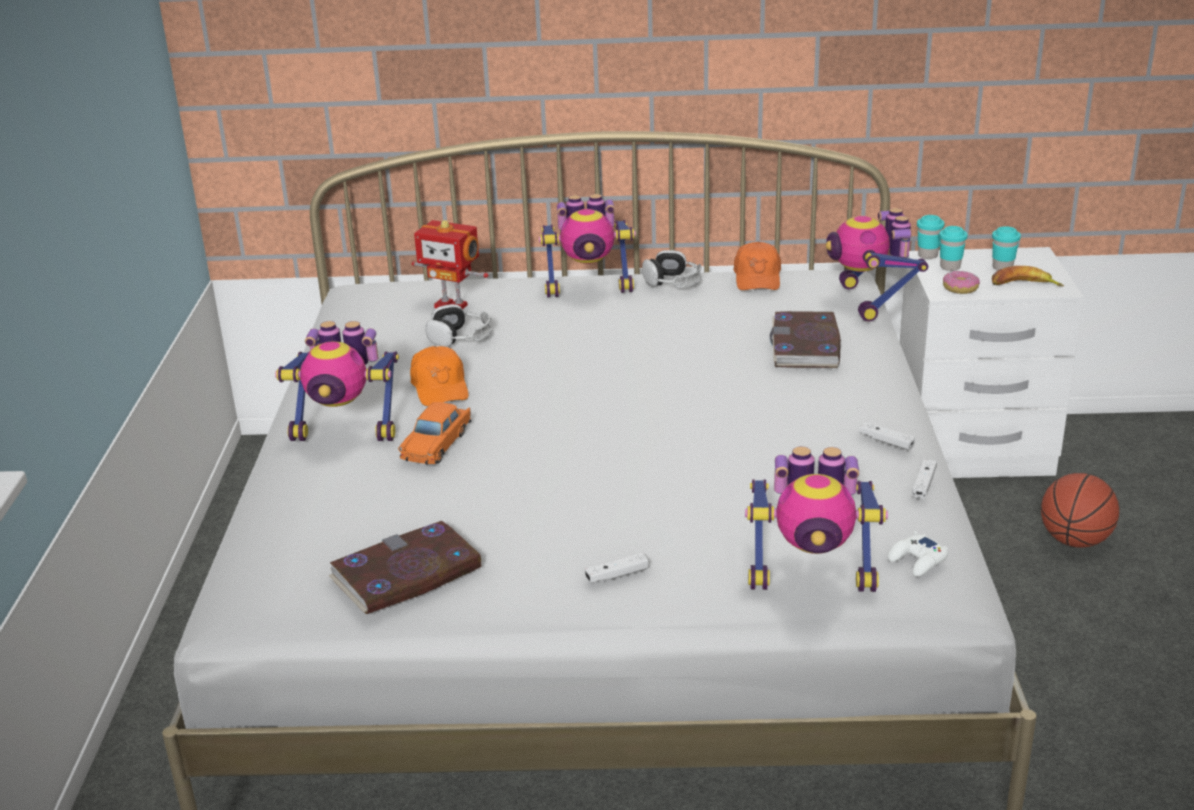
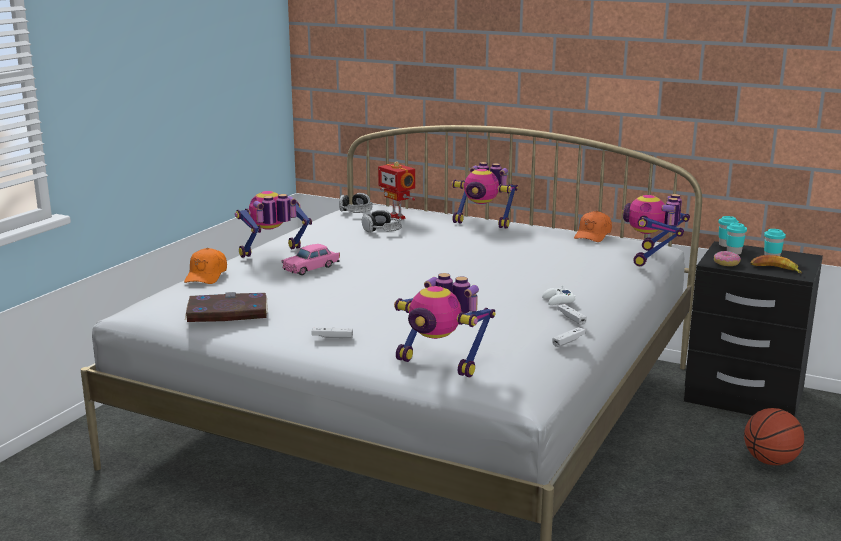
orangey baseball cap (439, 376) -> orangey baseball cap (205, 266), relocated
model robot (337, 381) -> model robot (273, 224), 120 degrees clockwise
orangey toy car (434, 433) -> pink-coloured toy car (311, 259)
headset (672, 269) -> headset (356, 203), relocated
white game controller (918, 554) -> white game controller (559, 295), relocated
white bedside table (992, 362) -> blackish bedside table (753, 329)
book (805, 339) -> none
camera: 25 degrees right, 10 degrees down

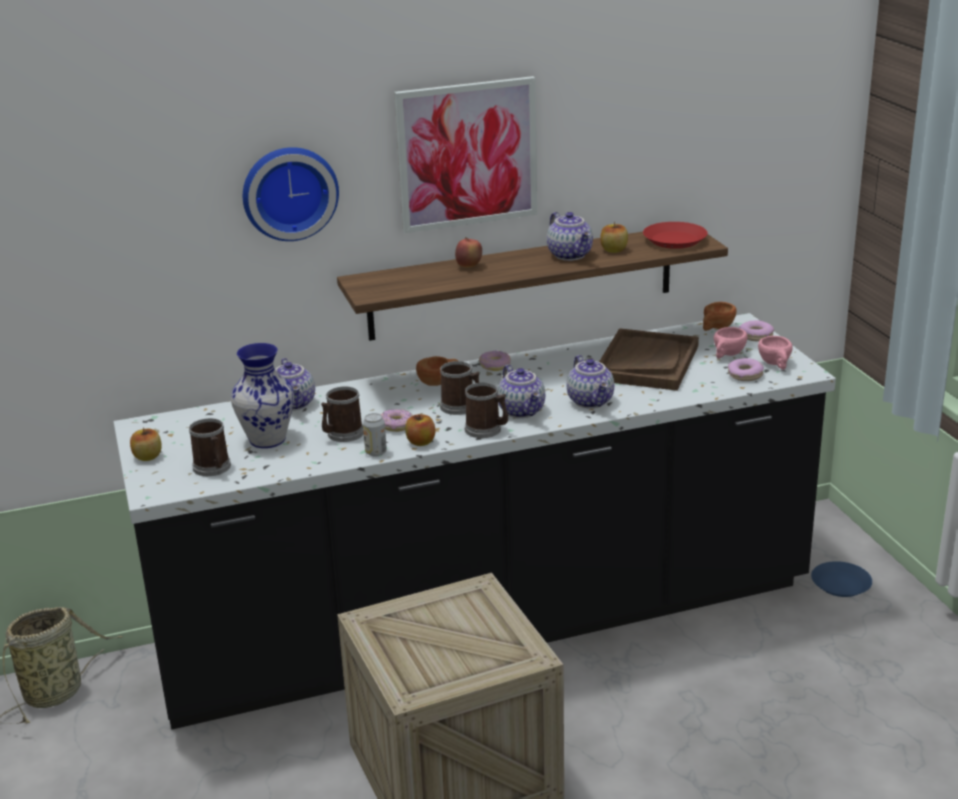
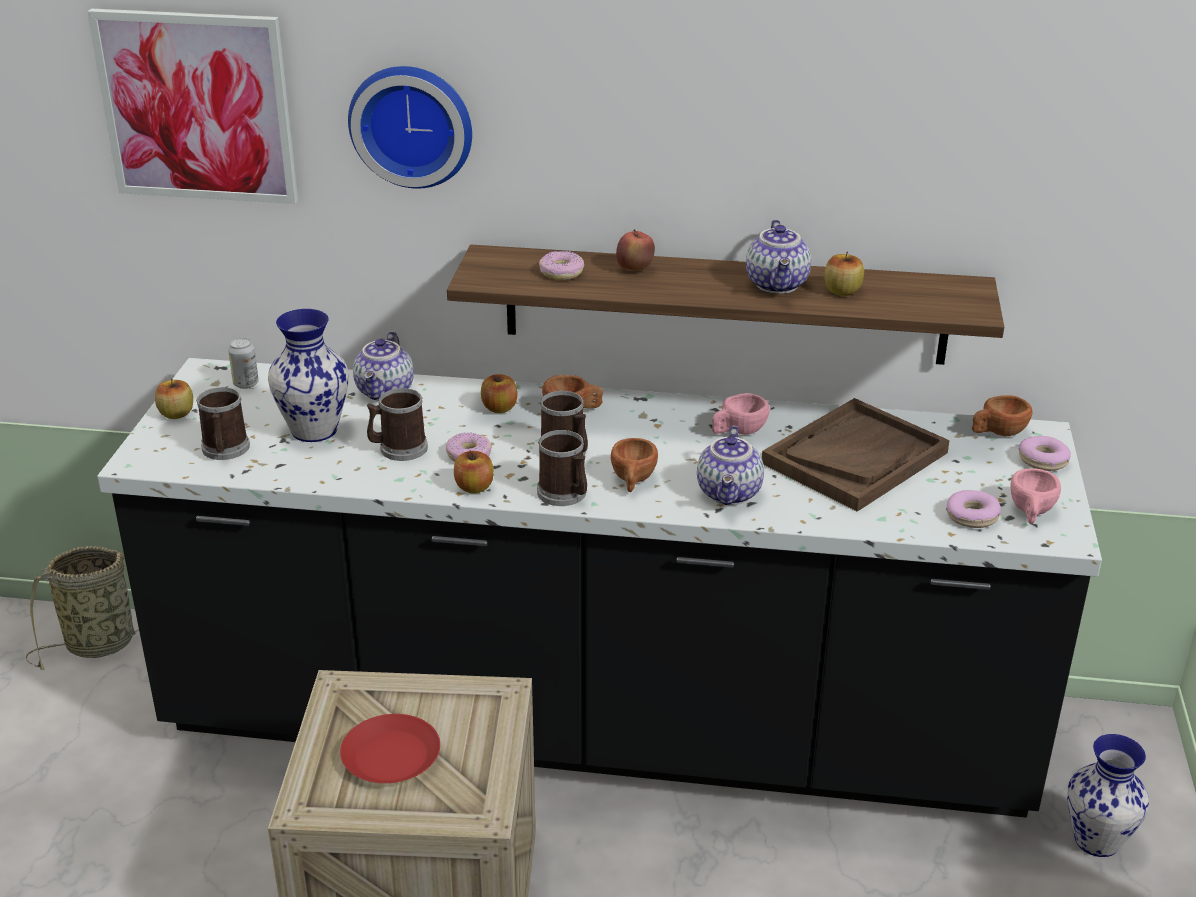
wall picture (465, 154) -> wall picture (192, 106), relocated
sealed can (375, 434) -> sealed can (243, 363), relocated
red-coloured dinner plate (675, 235) -> red-coloured dinner plate (390, 748), relocated
none -> apple fruit (499, 393)
donut (495, 360) -> donut (561, 265), relocated
tea pot (521, 391) -> brown-coloured drinking cup (634, 465)
pink-coloured drinking cup (731, 343) -> pink-coloured drinking cup (741, 414), relocated
blue dinner plate (841, 579) -> flower vase (1108, 795)
camera: 25 degrees right, 5 degrees up

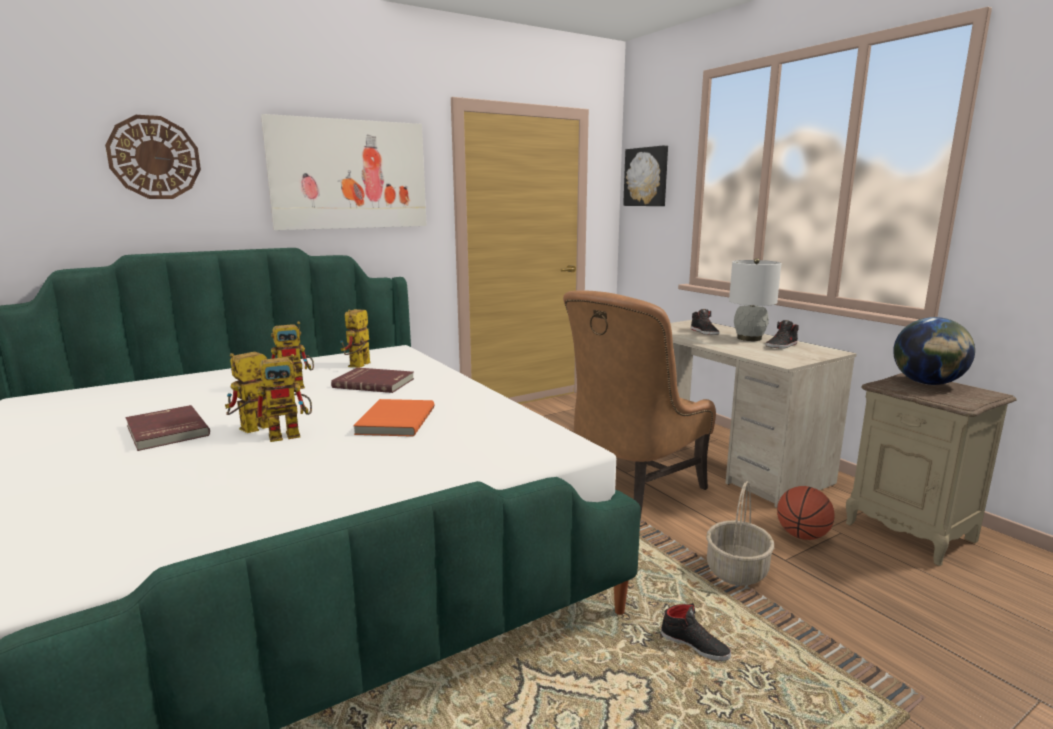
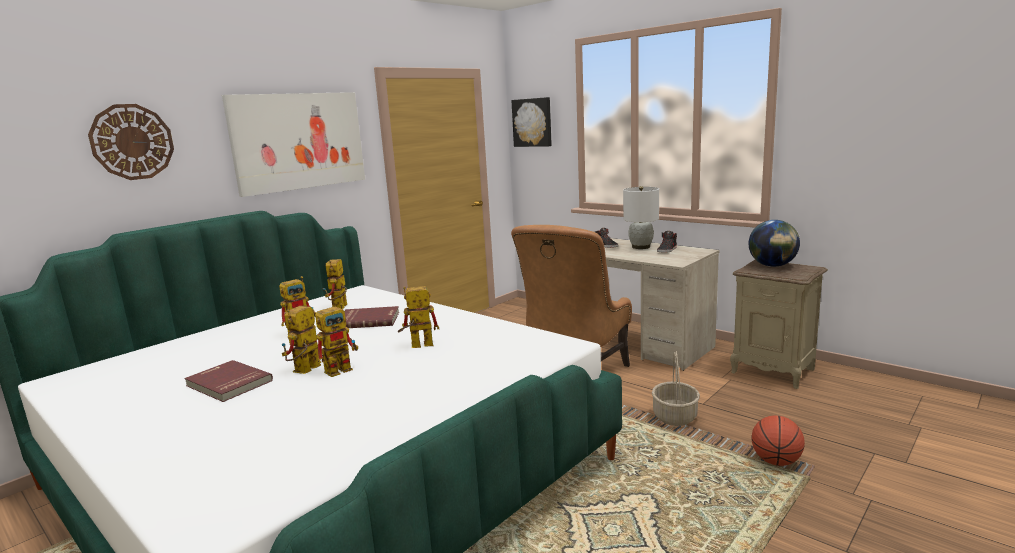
orangey book (393, 418) -> model robot (418, 317)
basketball (806, 513) -> basketball (778, 441), relocated
blackish low shoe (696, 632) -> none
camera: 15 degrees left, 0 degrees up

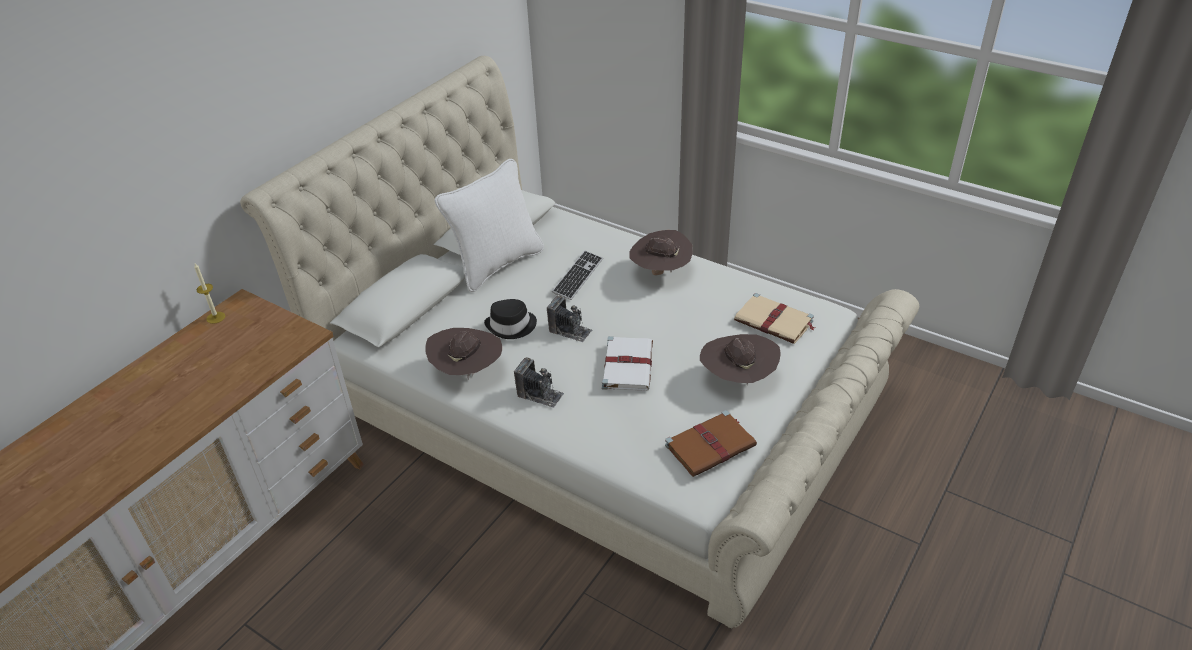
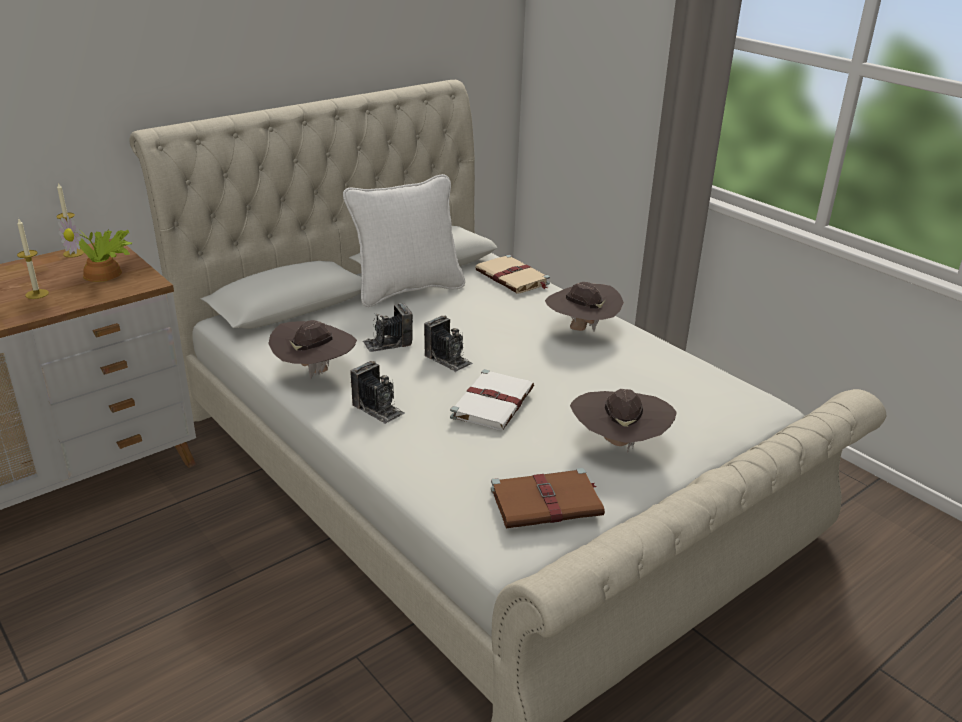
none -> candle (33, 259)
none -> plant in a pot (95, 248)
blackish hat (510, 319) -> still camera (388, 327)
beige-coloured book (774, 318) -> beige-coloured book (512, 274), relocated
computer keyboard (577, 275) -> none
camera: 15 degrees right, 10 degrees down

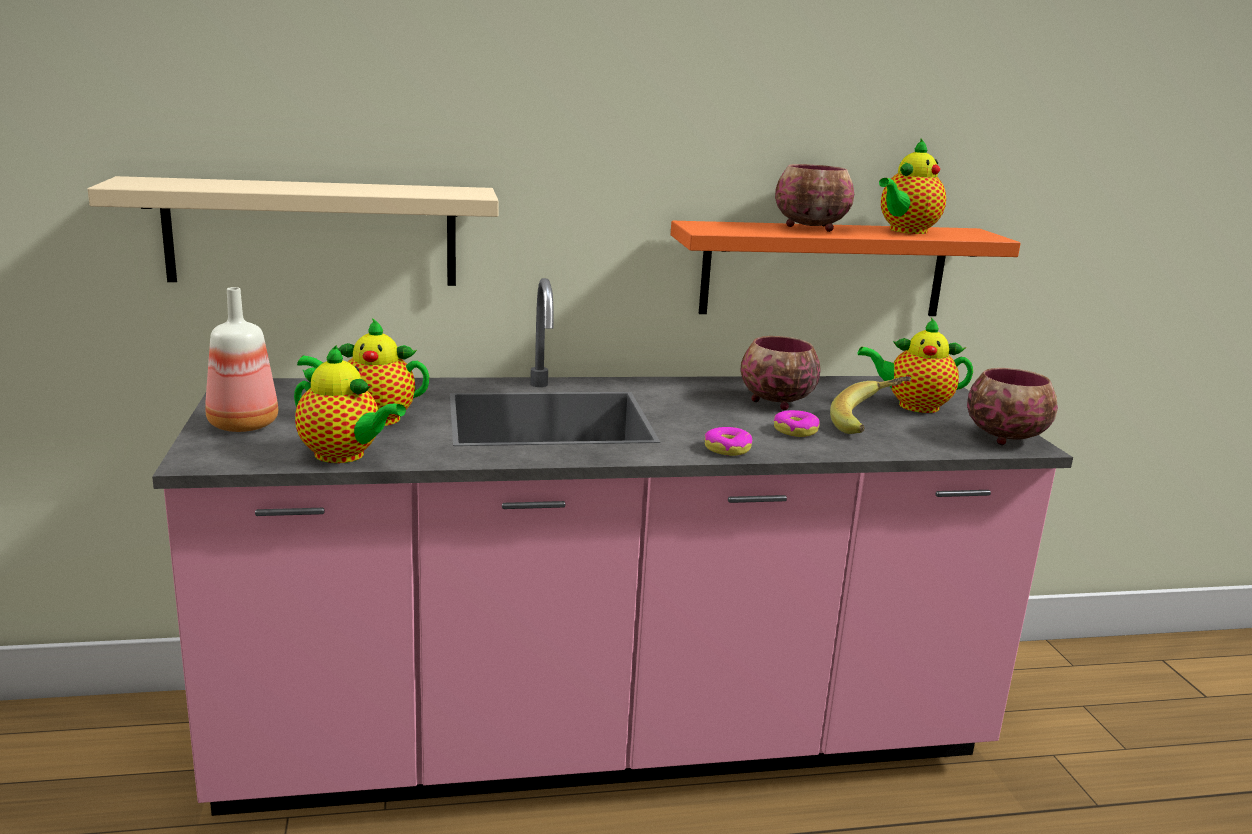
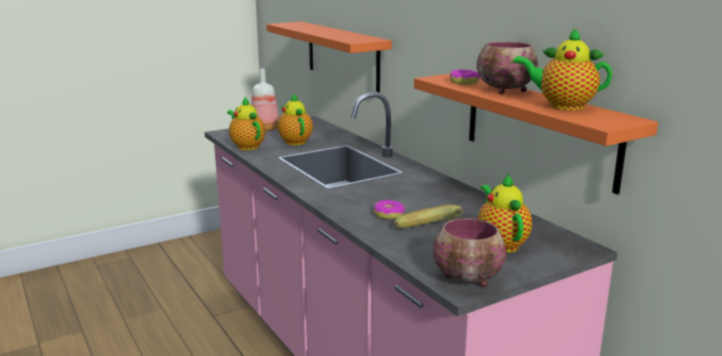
tea pot (350, 404) -> tea pot (246, 123), 135 degrees clockwise
beige-coloured shelf (293, 231) -> orangey shelf (329, 57)
donut (728, 441) -> donut (465, 76), relocated
serving bowl (780, 373) -> none
camera: 70 degrees right, 0 degrees up

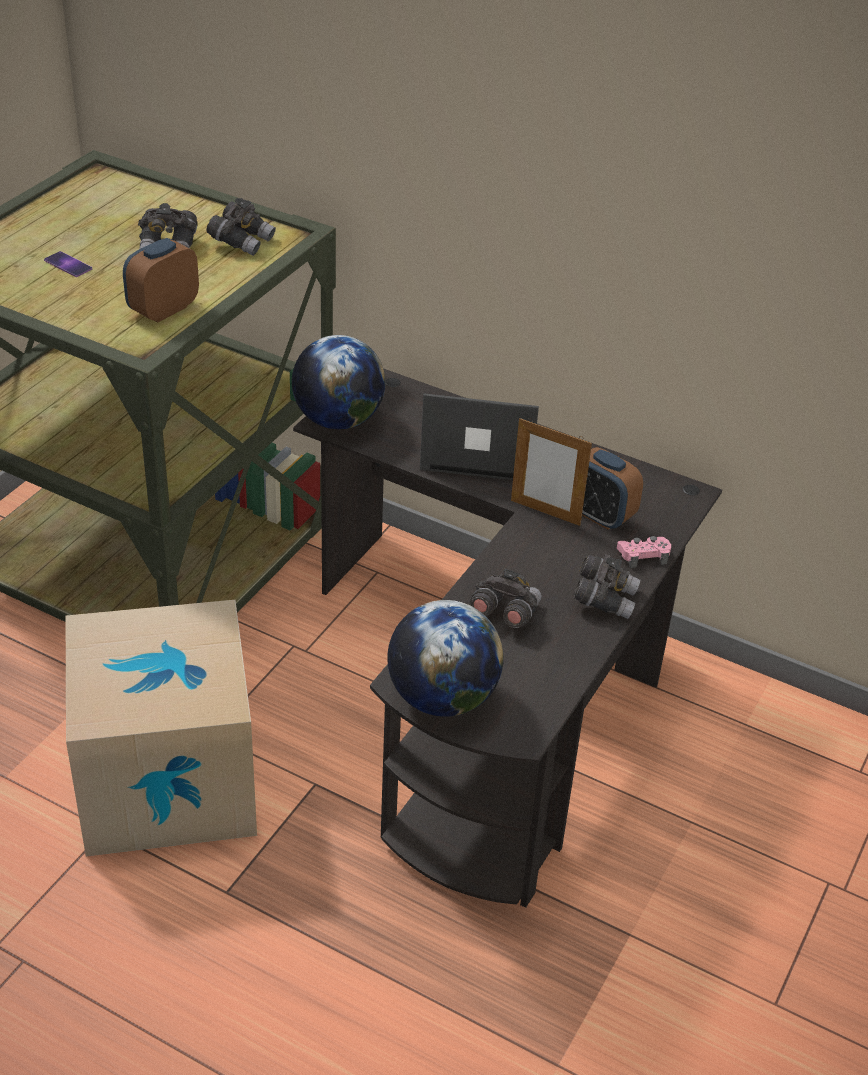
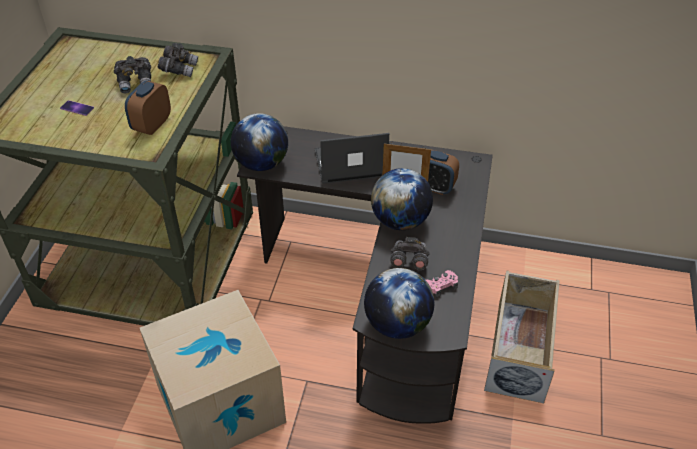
none -> desk globe (402, 199)
pink-coloured game controller (644, 552) -> pink-coloured game controller (442, 284), relocated
none -> beige-coloured storage box (522, 336)
grey pair of binoculars (606, 586) -> none
camera: 15 degrees left, 5 degrees up

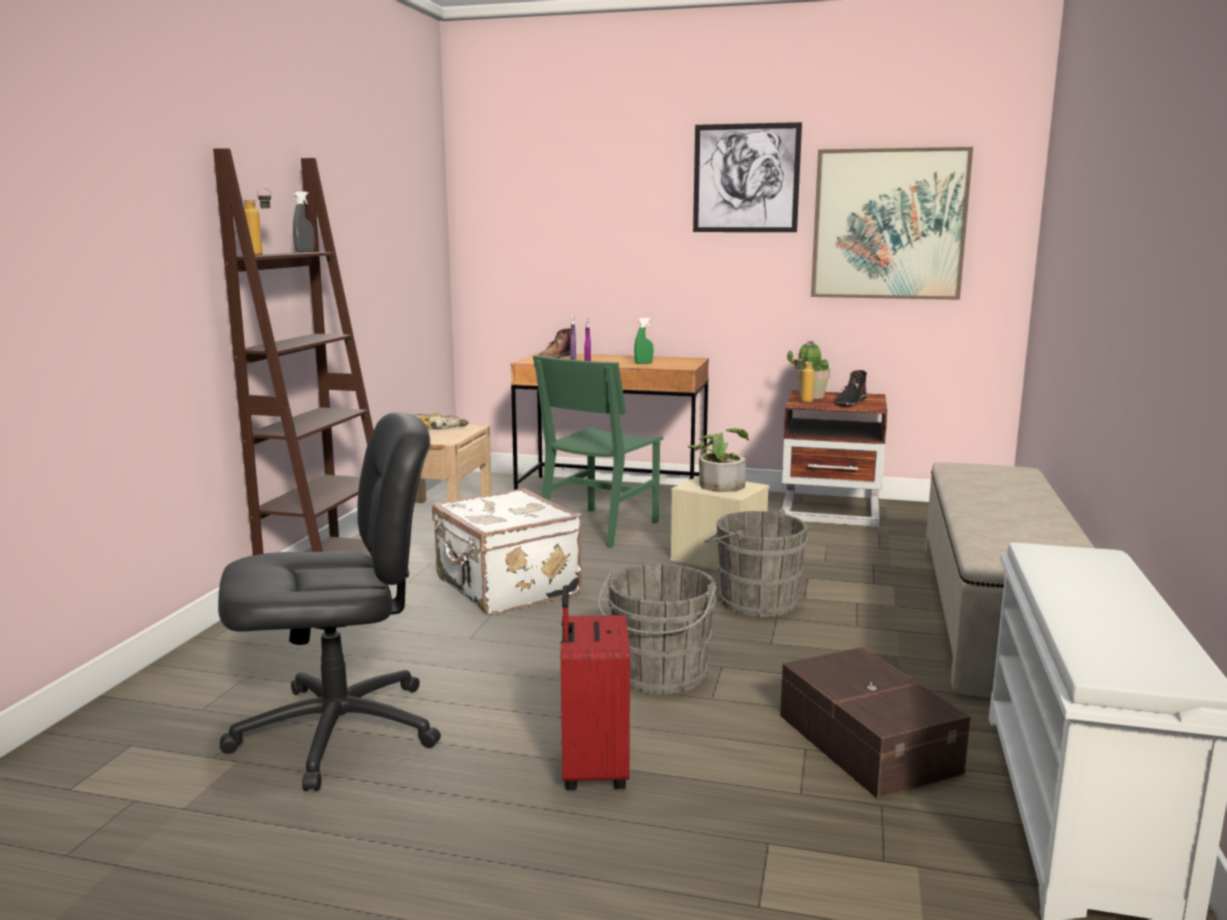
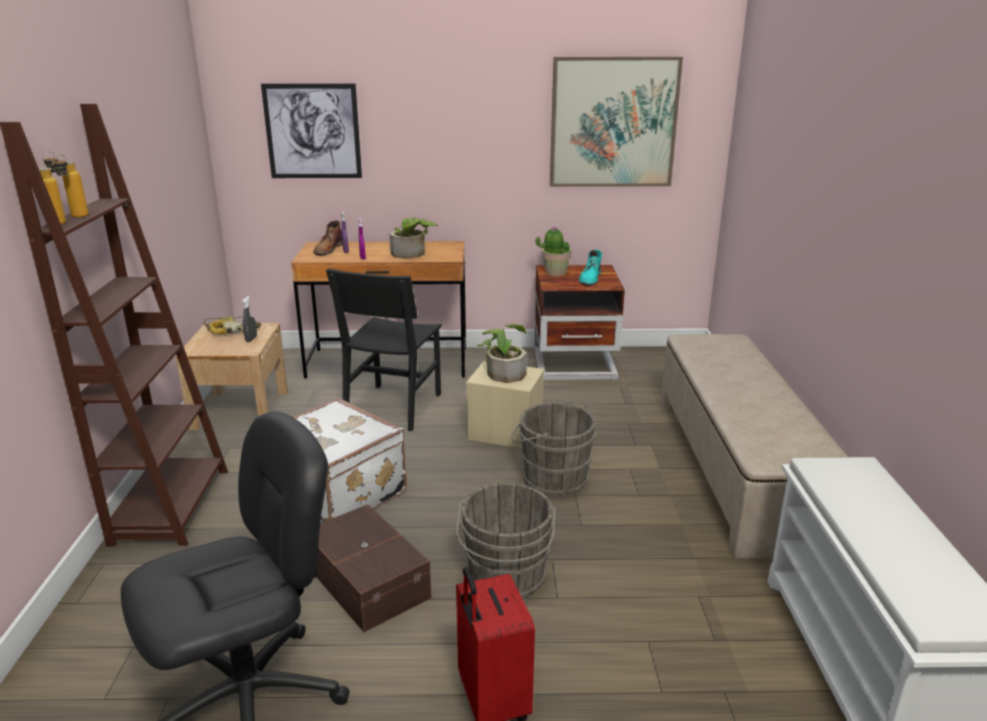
bottle (803, 378) -> bottle (65, 184), relocated
grey sprayer (304, 222) -> grey sprayer (249, 319), relocated
wall picture (747, 177) -> wall picture (311, 130), relocated
brown-coloured storage box (875, 723) -> brown-coloured storage box (374, 568), relocated
green-coloured upright chair (598, 451) -> blackish upright chair (384, 349)
green-coloured sprayer (643, 341) -> plant in a pot (413, 238)
blackish high-top boot (851, 388) -> blue-green high-top boot (590, 268)
camera: 15 degrees left, 10 degrees up

